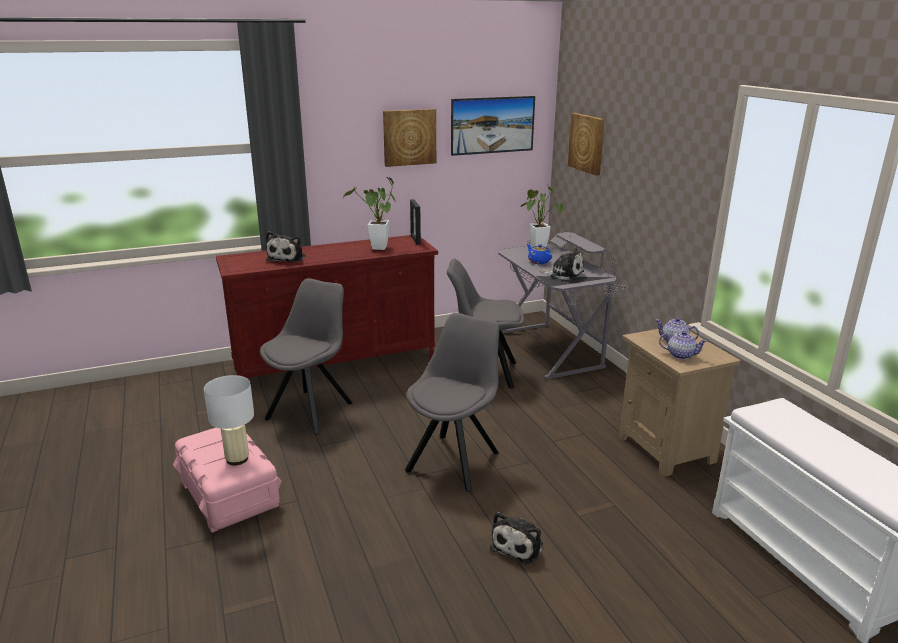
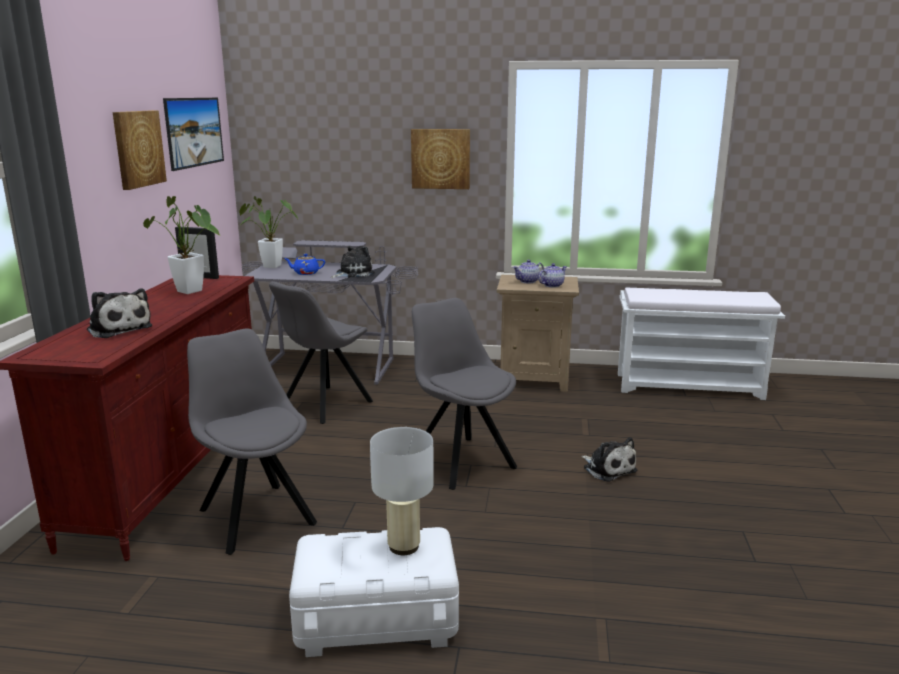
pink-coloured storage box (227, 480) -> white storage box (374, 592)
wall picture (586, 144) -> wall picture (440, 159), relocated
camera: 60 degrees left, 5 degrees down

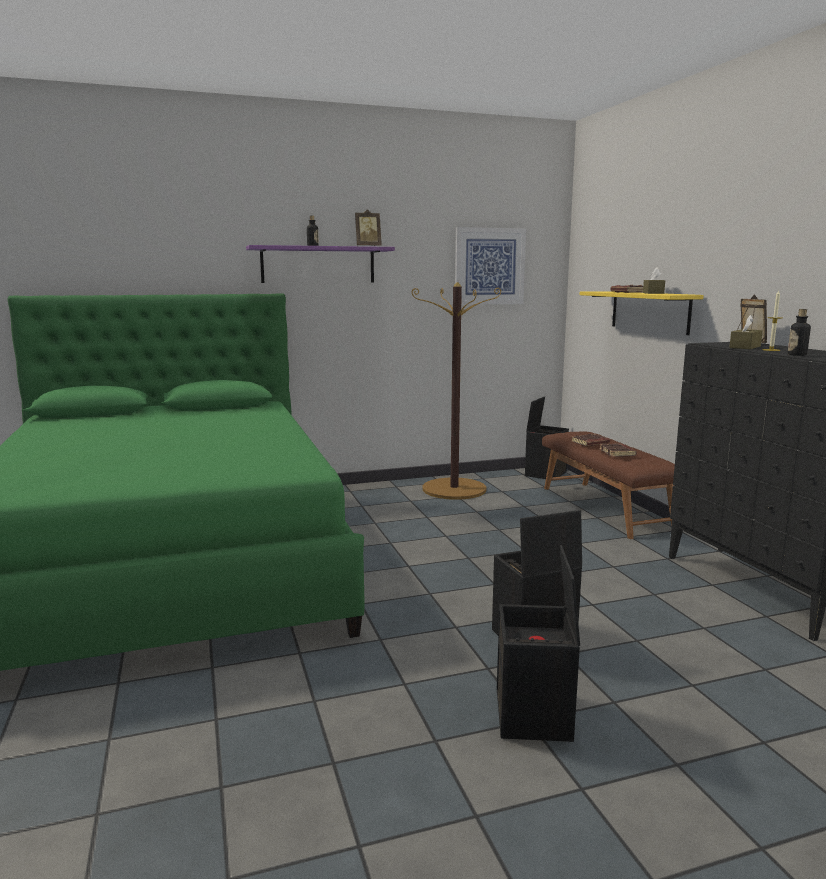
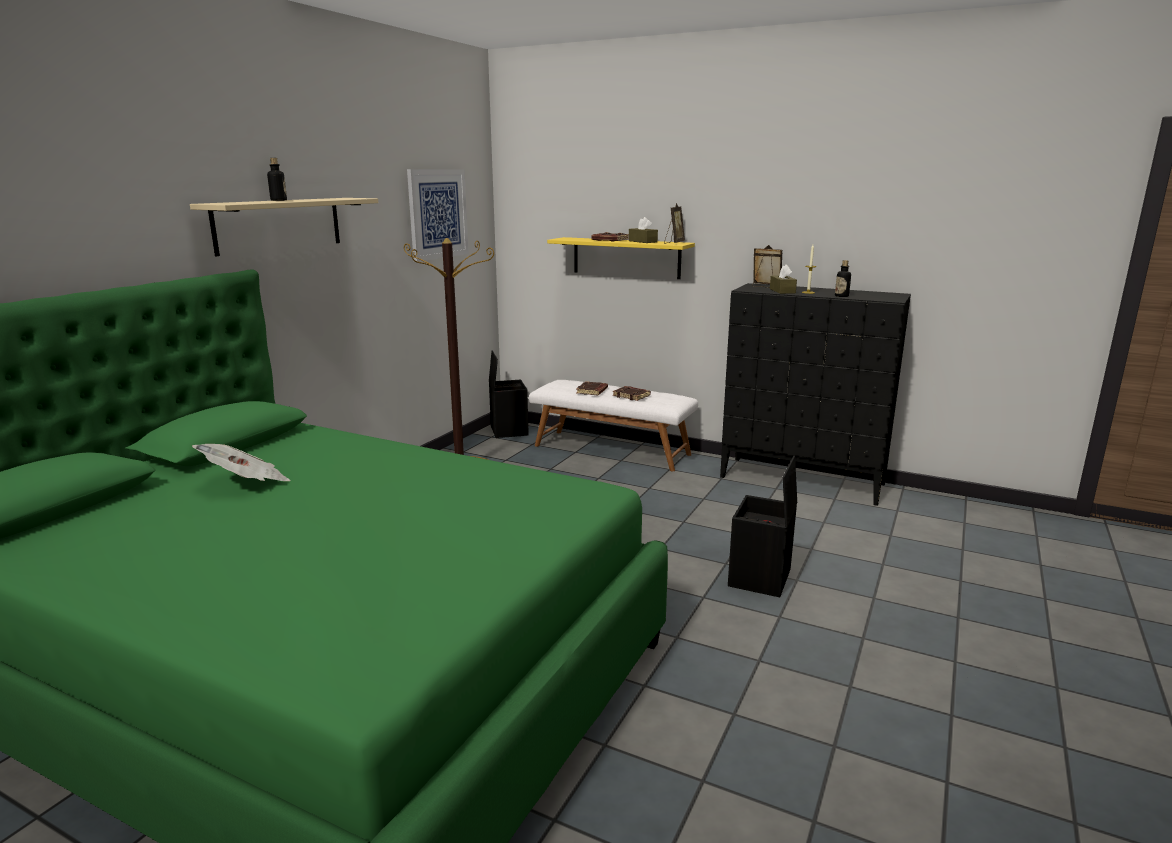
purple shelf (320, 264) -> beige-coloured shelf (284, 227)
none -> newspaper (241, 462)
brown-coloured indoor bench (608, 485) -> white indoor bench (613, 425)
photo frame (368, 228) -> photo frame (674, 223), relocated
blackish storage box (538, 643) -> none
camera: 45 degrees left, 5 degrees up

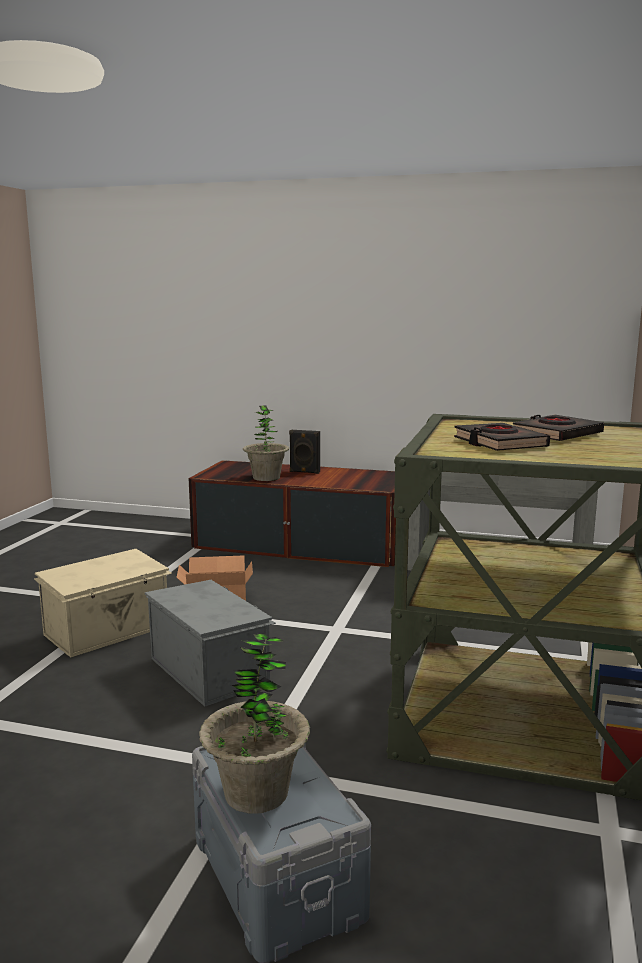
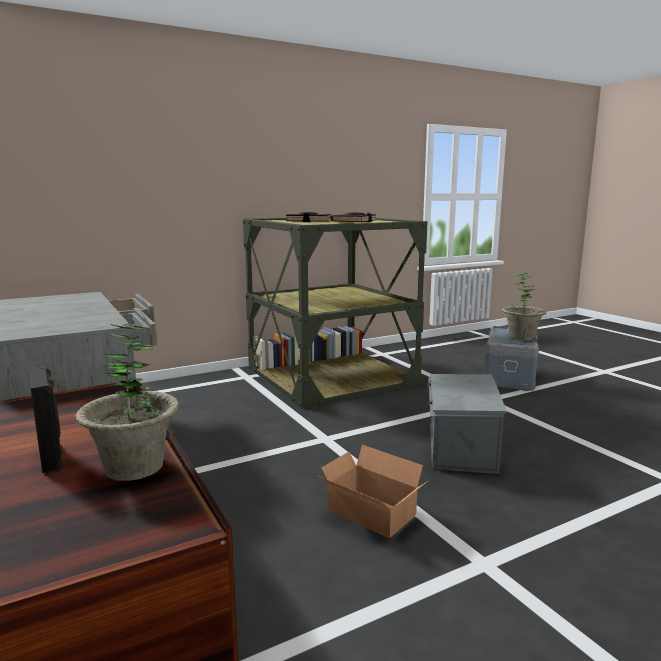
beige-coloured storage box (103, 603) -> none
camera: 135 degrees left, 0 degrees up

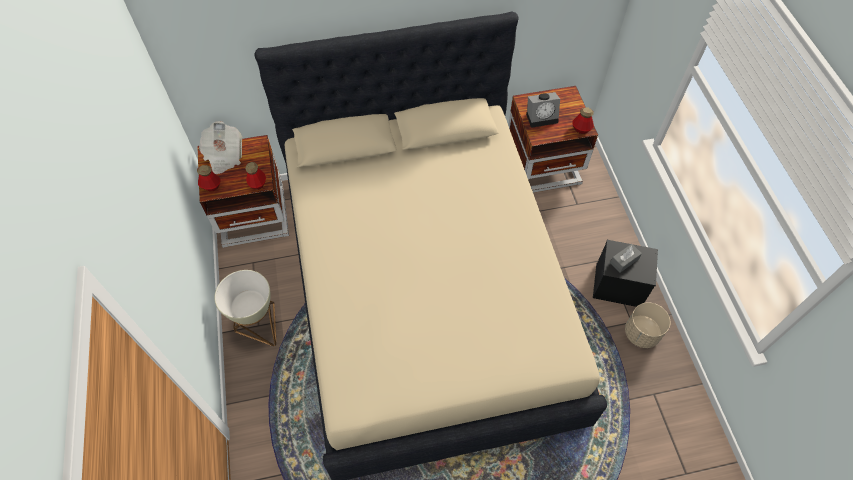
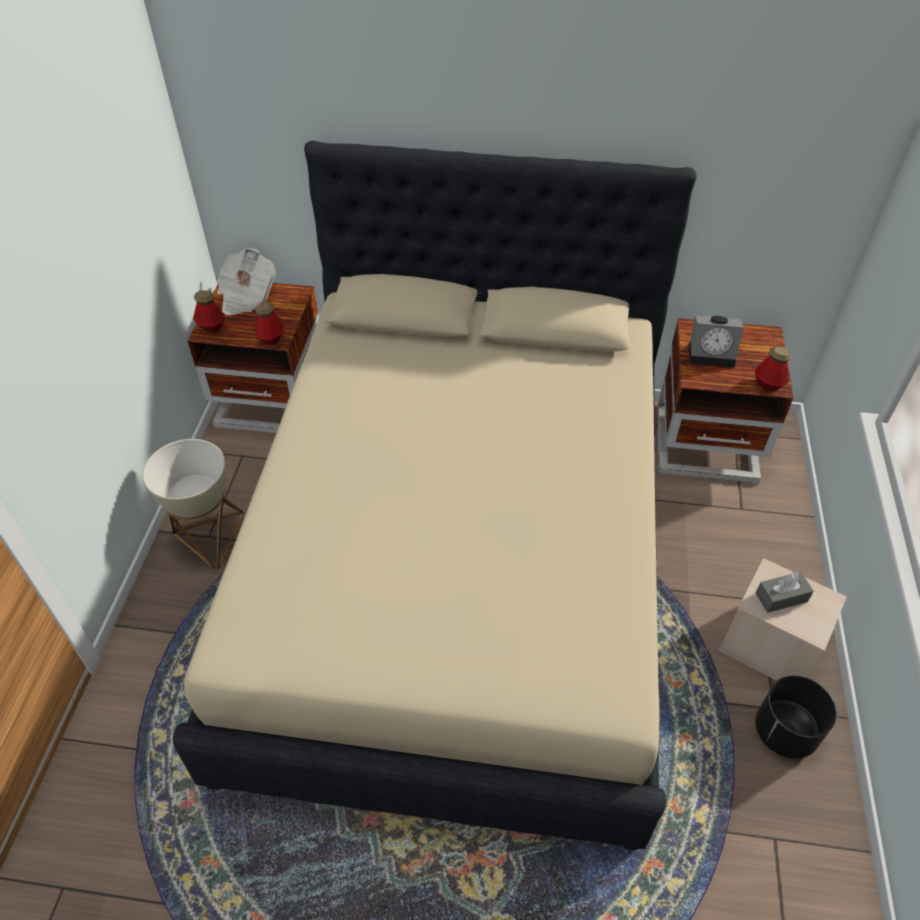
blackish storage box (625, 273) -> beige-coloured storage box (783, 619)
beige-coloured plant pot (648, 325) -> blackish plant pot (796, 717)
camera: 20 degrees right, 10 degrees down

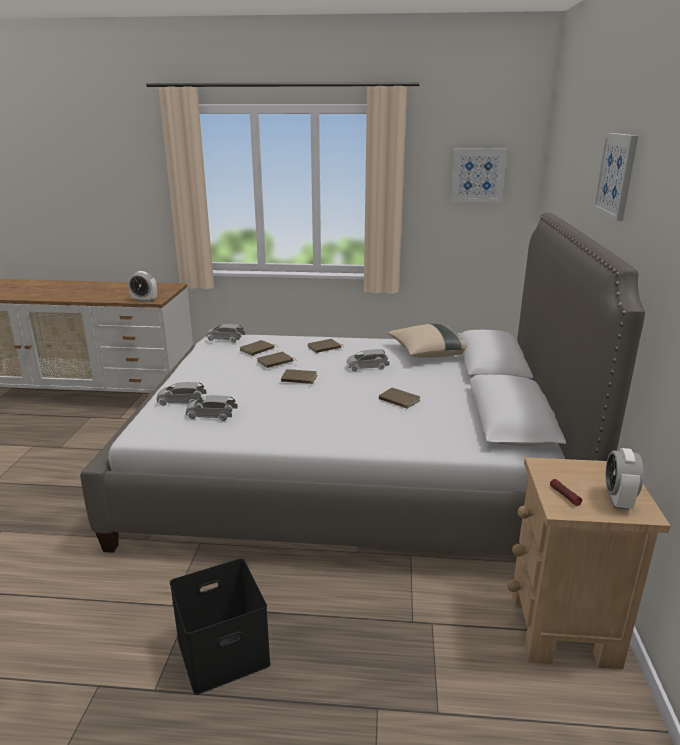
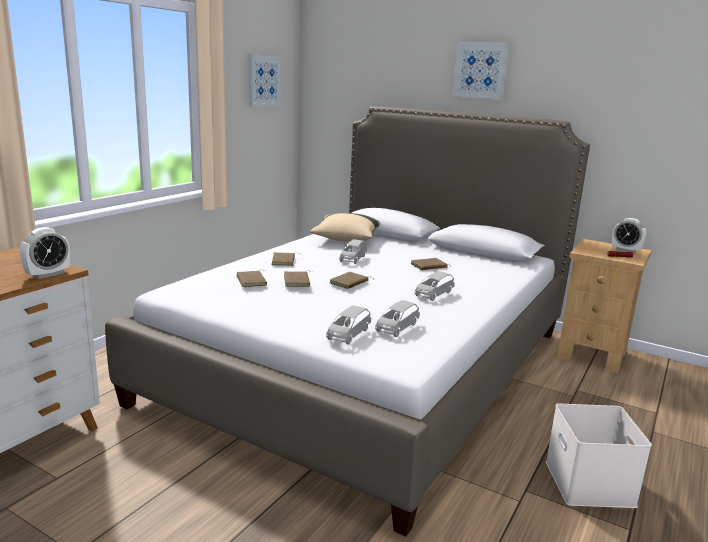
grey toy car (225, 333) -> grey toy car (435, 286), relocated
blackish storage box (220, 626) -> white storage box (599, 455)
camera: 65 degrees left, 5 degrees down

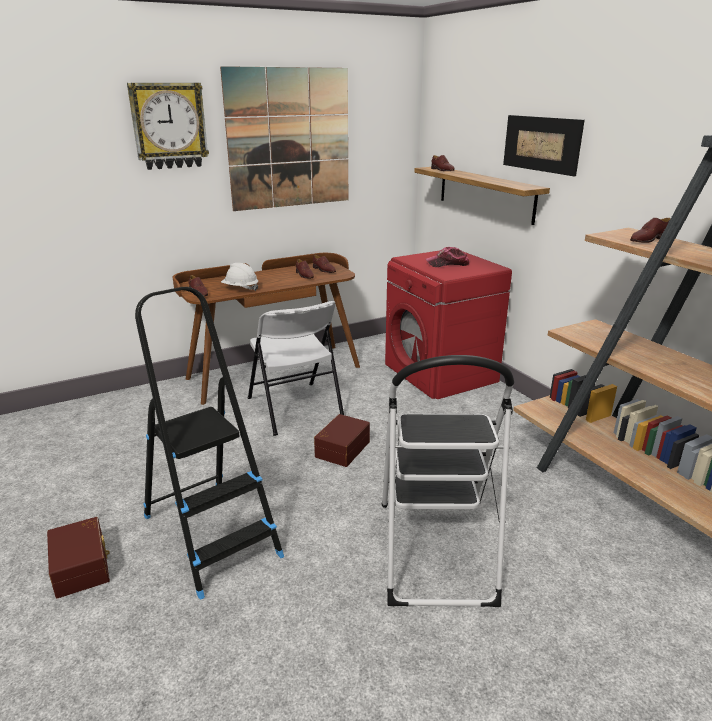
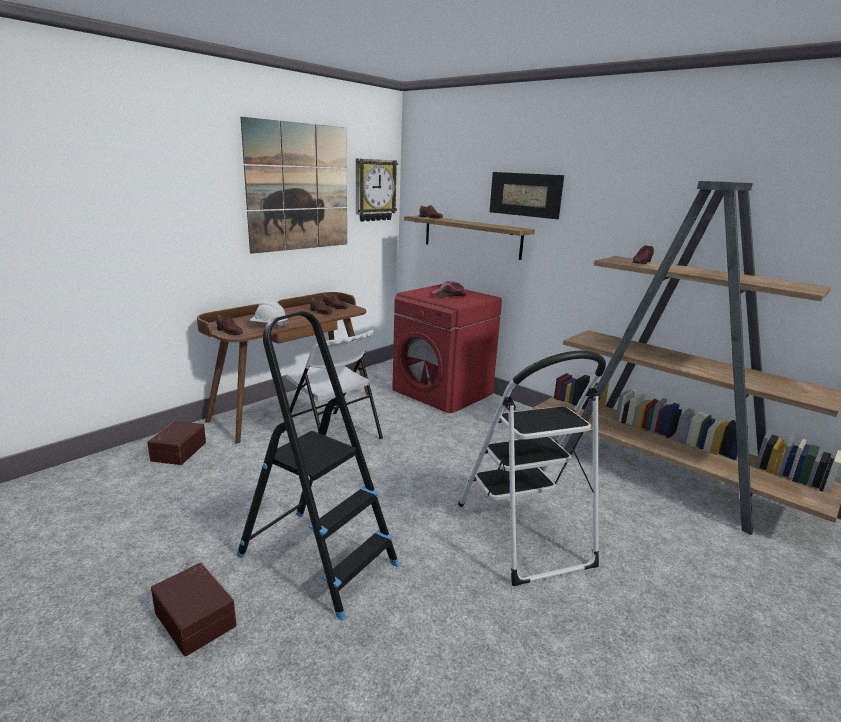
brown-coloured storage box (342, 440) -> brown-coloured storage box (176, 443), relocated
hanging clock (168, 126) -> hanging clock (377, 190), relocated
camera: 20 degrees left, 5 degrees down

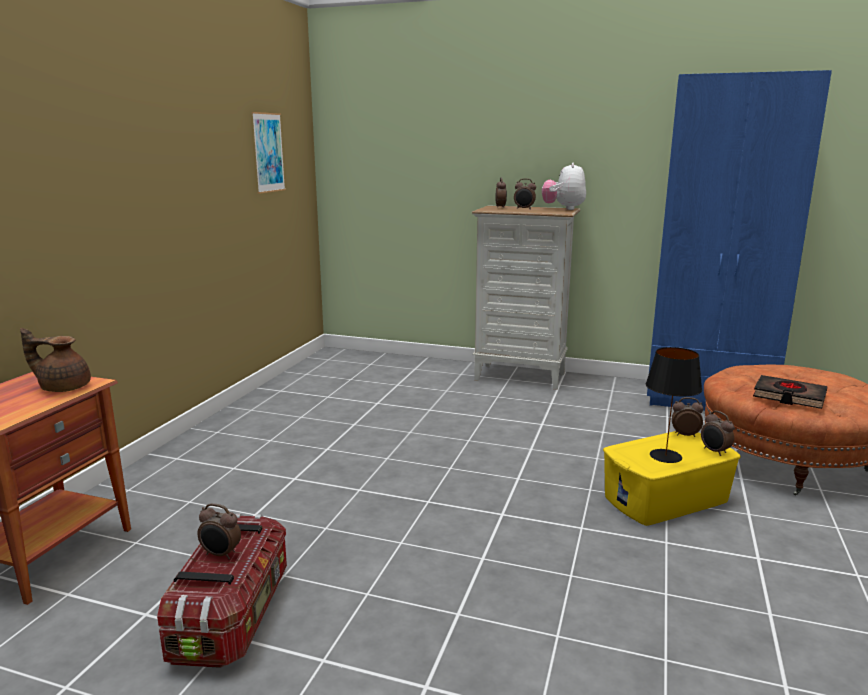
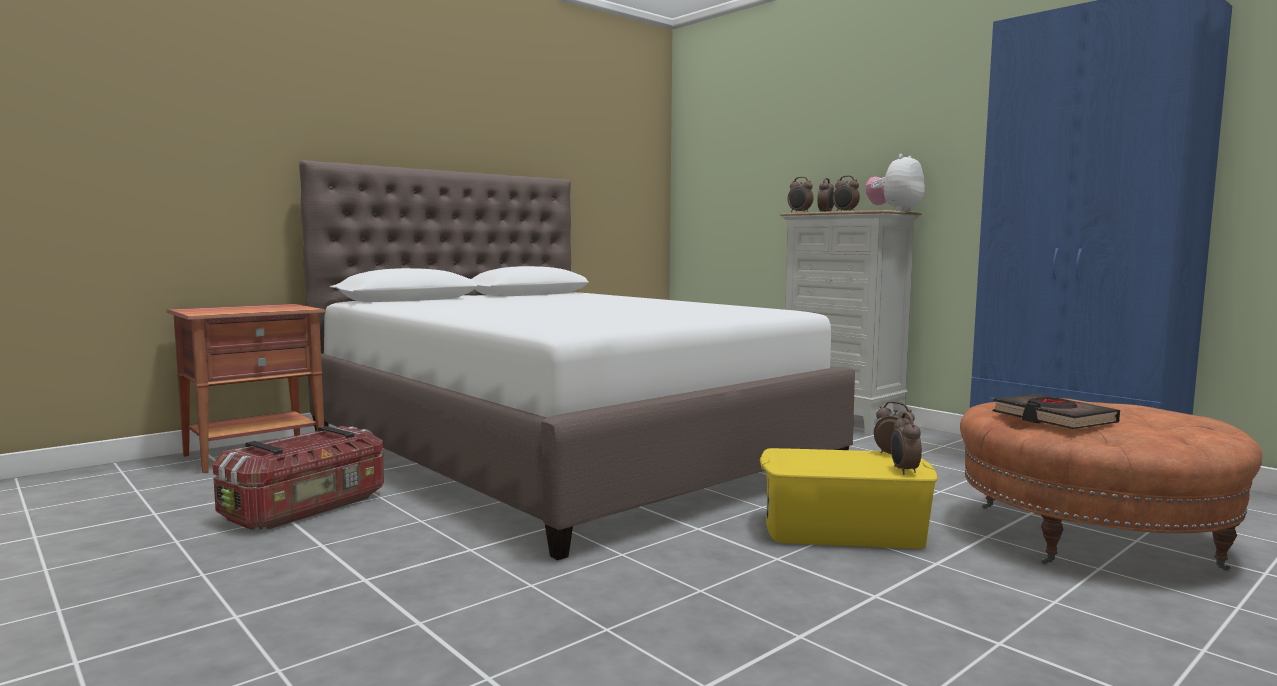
none -> white bed (577, 360)
bedside clock (219, 531) -> bedside clock (800, 194), relocated
brown-coloured tea pot (55, 360) -> none
wall picture (269, 153) -> none
blackish table lamp (674, 405) -> none
camera: 30 degrees right, 10 degrees down

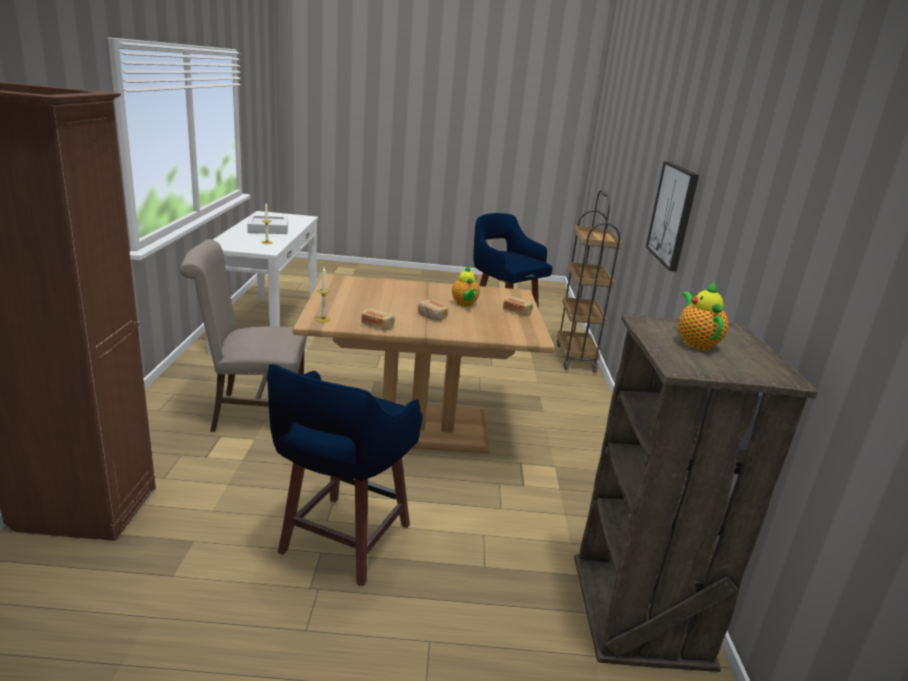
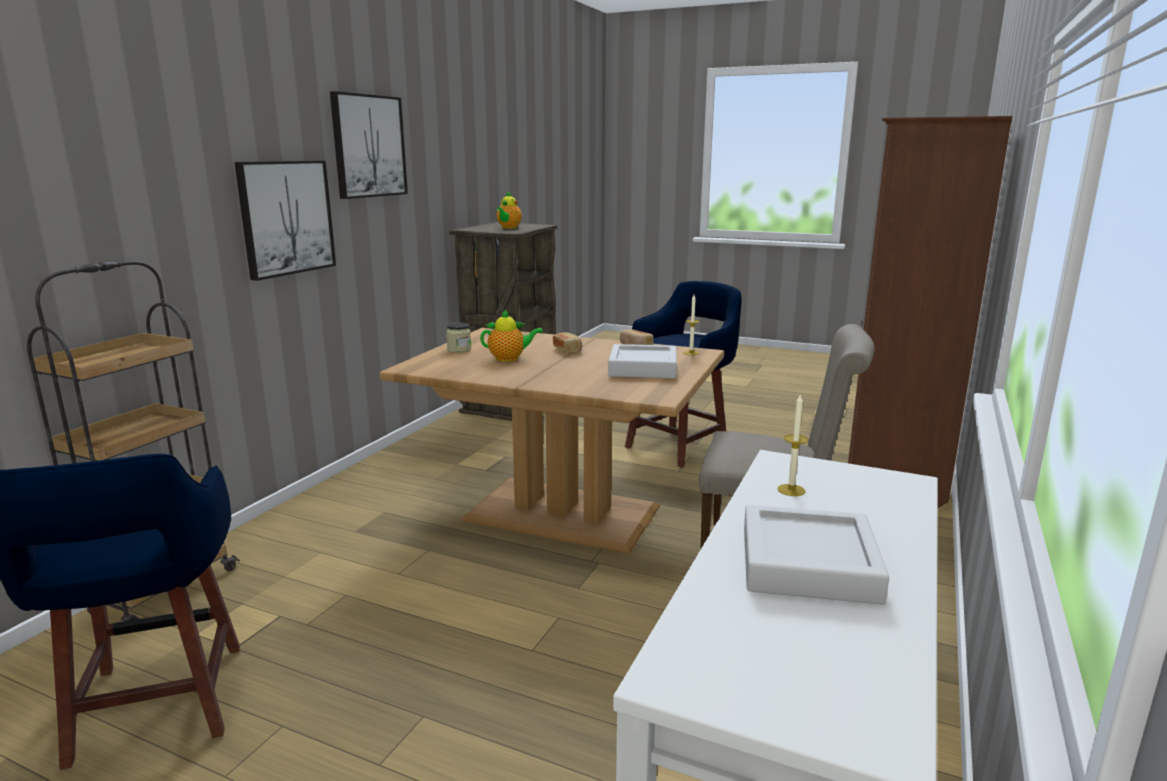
none -> wall picture (369, 145)
bakery bread (518, 305) -> storage jar (458, 338)
tea pot (466, 286) -> tea pot (511, 336), 75 degrees clockwise
none -> grey tray (642, 361)
camera: 155 degrees left, 5 degrees down

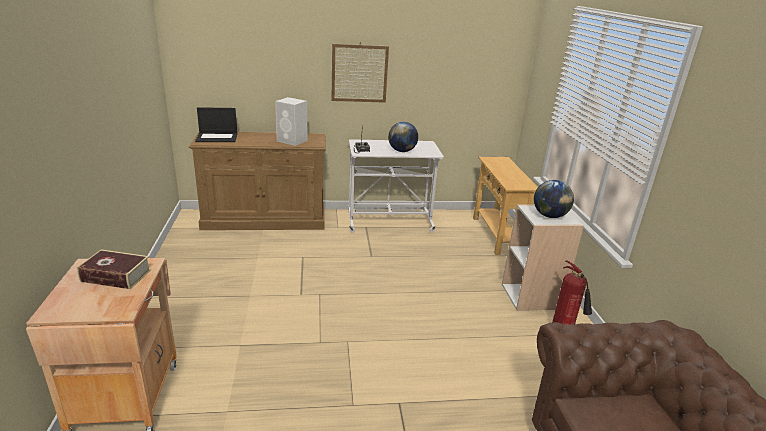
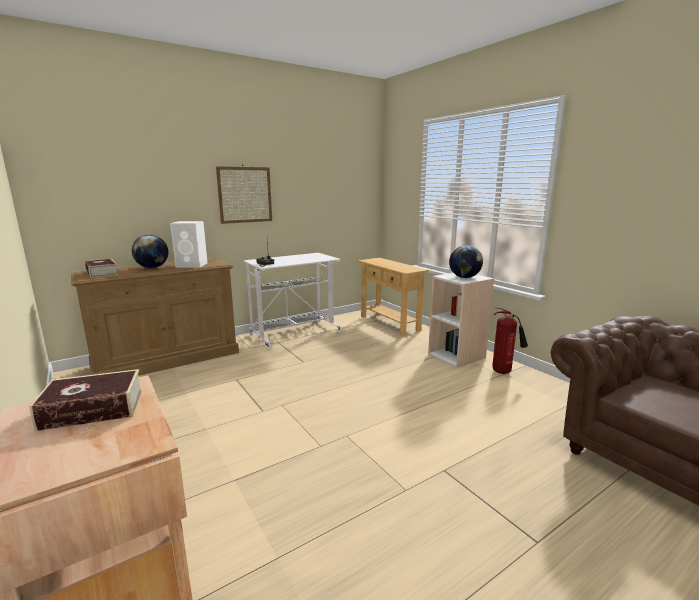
notebook computer (216, 124) -> book (101, 268)
desk globe (403, 137) -> desk globe (150, 251), relocated
camera: 25 degrees left, 10 degrees down

